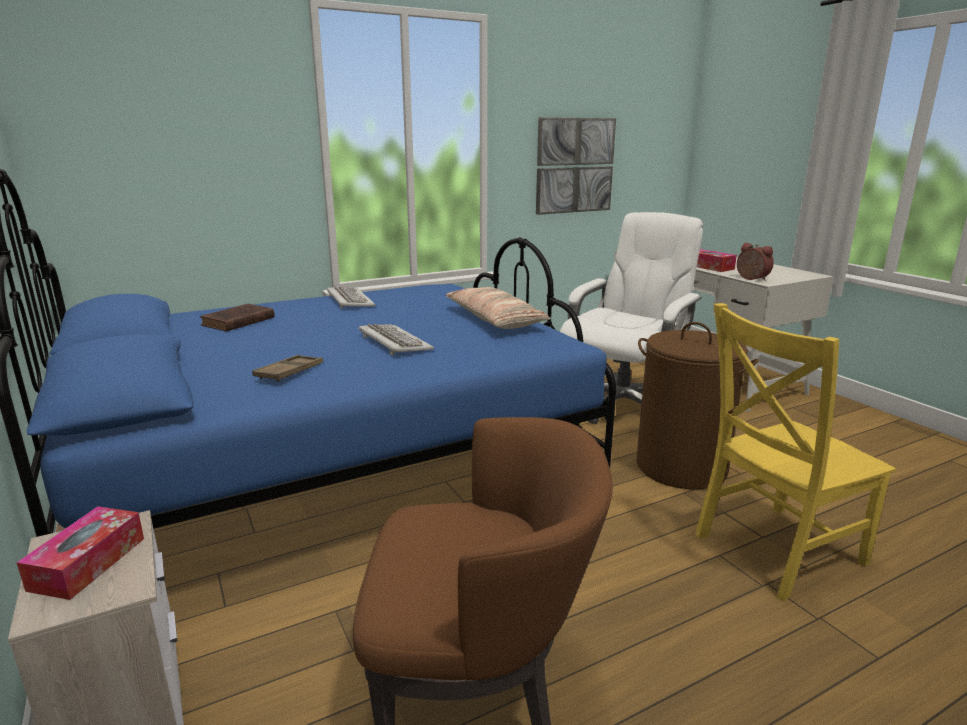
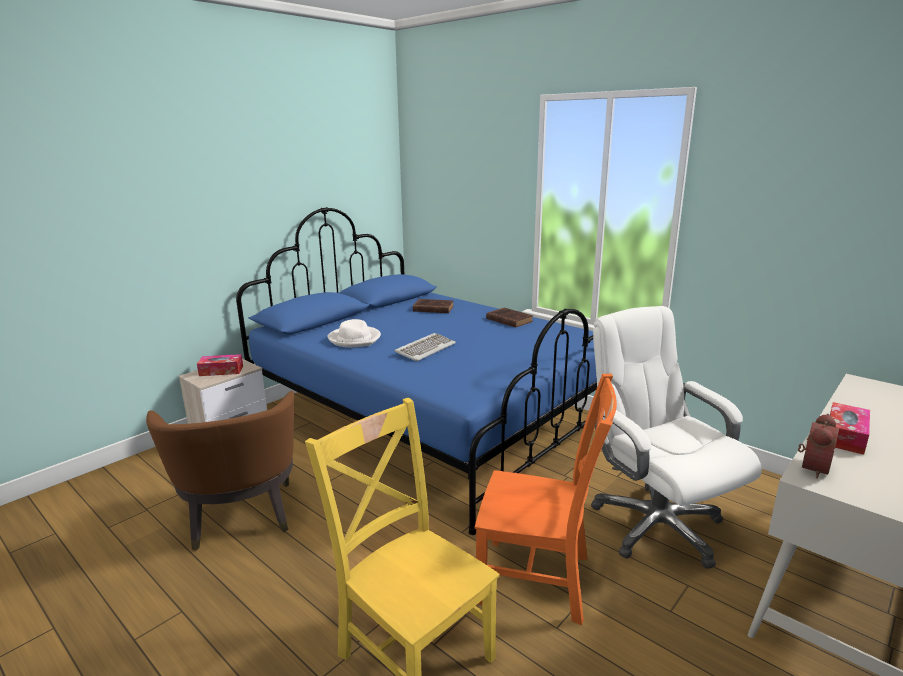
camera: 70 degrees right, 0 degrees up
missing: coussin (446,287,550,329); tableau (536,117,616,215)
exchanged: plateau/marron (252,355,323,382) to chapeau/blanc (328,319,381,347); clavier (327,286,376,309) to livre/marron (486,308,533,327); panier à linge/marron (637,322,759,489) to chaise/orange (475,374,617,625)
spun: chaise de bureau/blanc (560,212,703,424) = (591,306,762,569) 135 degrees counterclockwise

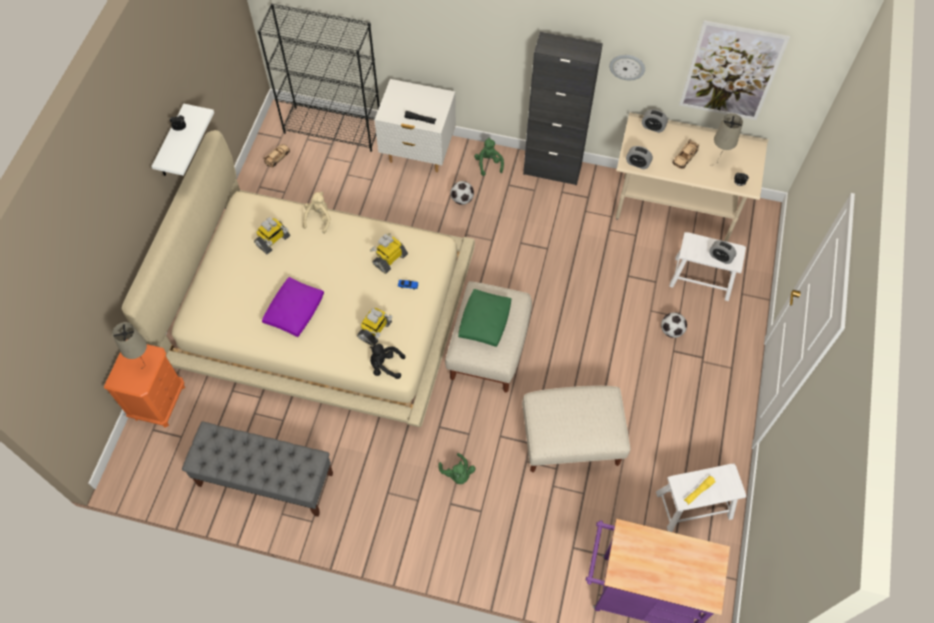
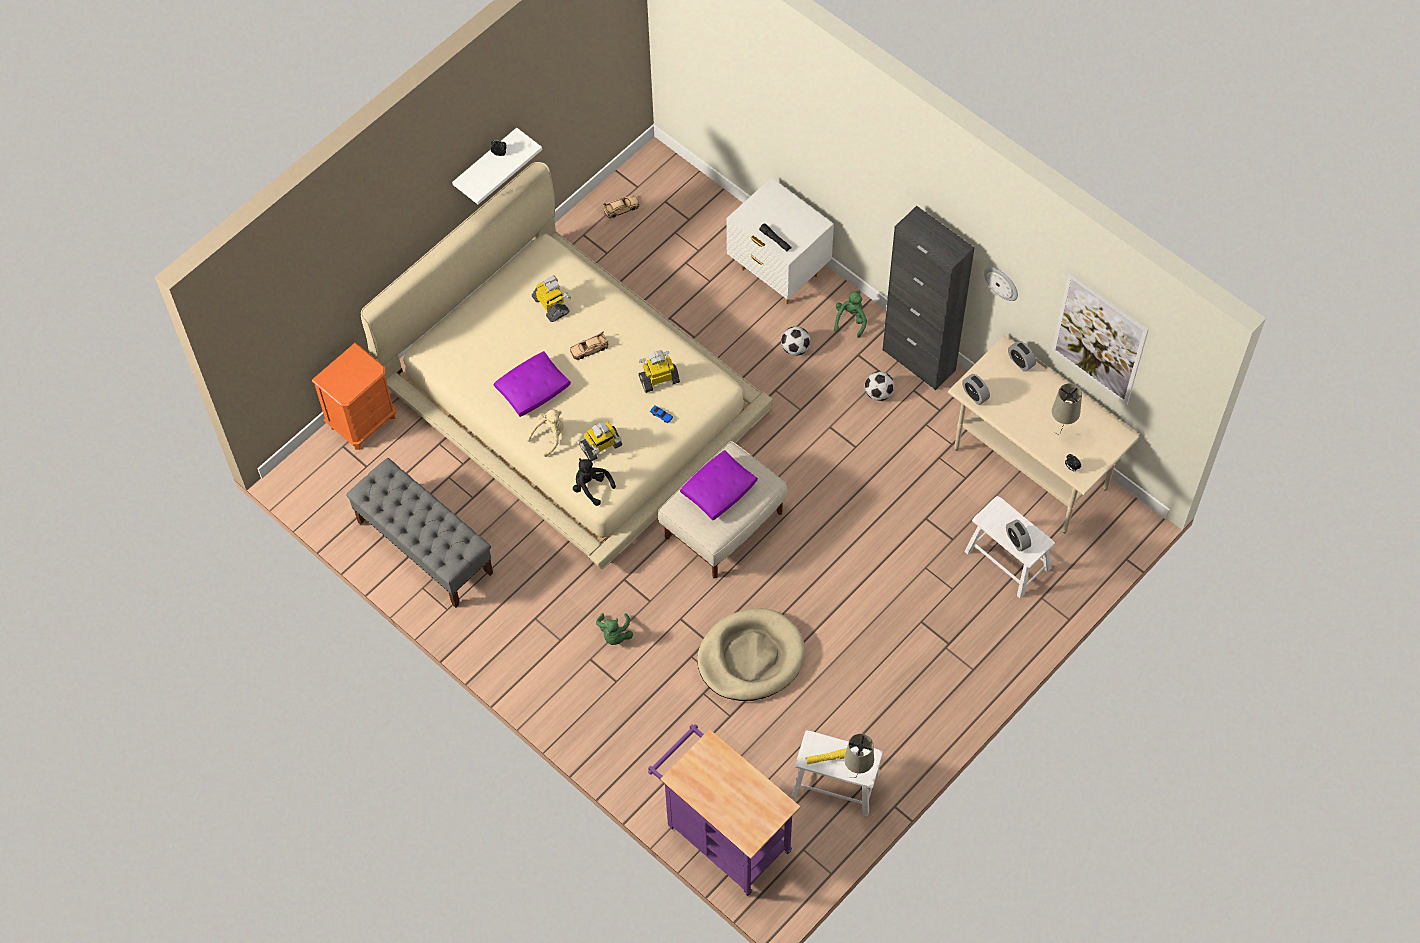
camera: 30 degrees right, 0 degrees up
missing: bibliothèque/noir (258,3,380,152)
relocated: lampe de table/beige (112,322,147,369) to (844,733,874,778); peluche/beige (303,192,331,234) to (527,409,564,457); ballon de foot (661,312,687,338) to (865,371,894,401); petite voiture/beige (672,139,699,169) to (570,331,608,360)
exchanged: pouf/beige (522,386,630,473) to panier pour chien/beige (697,608,805,701)
colour: coussin/vert (458,289,511,347) to coussin/violet (680,450,758,520)
spun: robot jouet (254,217,290,254) = (532,275,571,322) 105 degrees counterclockwise

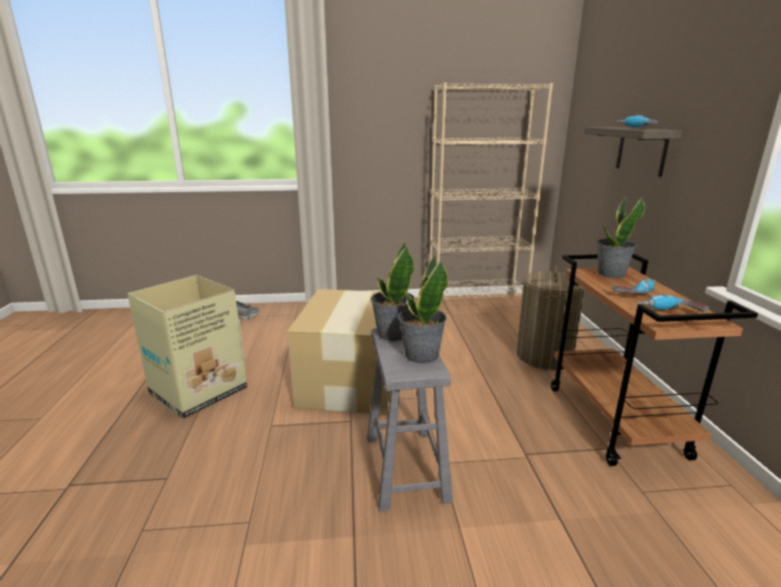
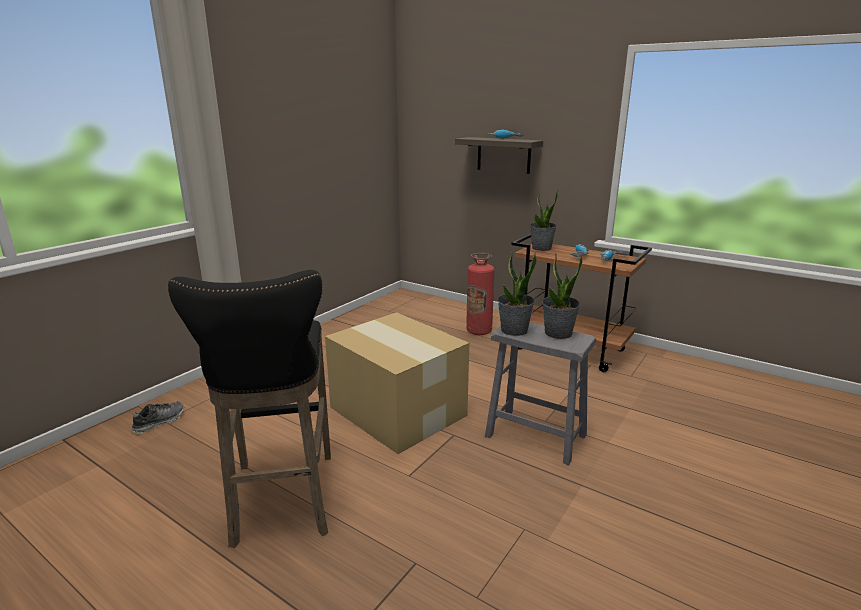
camera: 50 degrees left, 0 degrees up
missing: bibliothèque/beige (429,82,553,299)
exchanged: carton (127,275,247,419) to tabouret/noir (168,270,331,548); panier à linge (516,266,585,370) to extincteur (466,253,495,335)

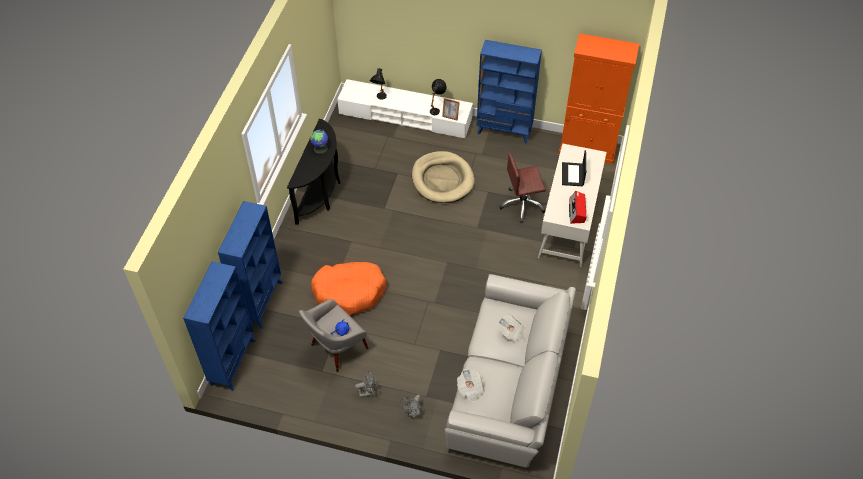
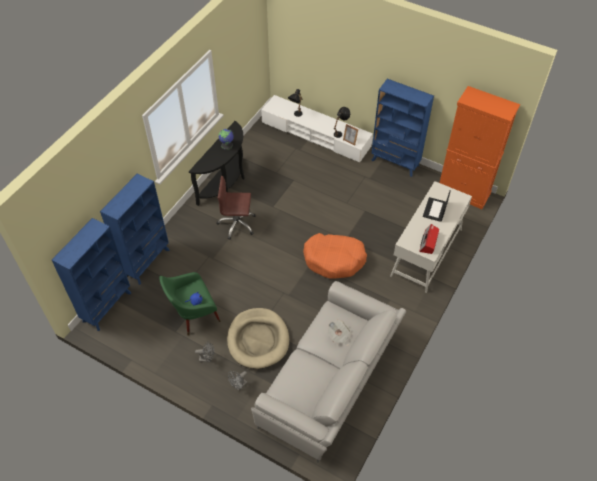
camera: 15 degrees right, 0 degrees up
missing: journal (457,369,485,403)
relocated: panier pour chien/orange (311,262,386,315) to (303,233,367,279); panier pour chien/beige (412,151,475,203) to (227,308,289,369); chaise de bureau/marron (499,152,546,223) to (216,176,256,239)
colour: fauteuil/gris (299,299,368,372) to fauteuil/vert (159,272,220,336)

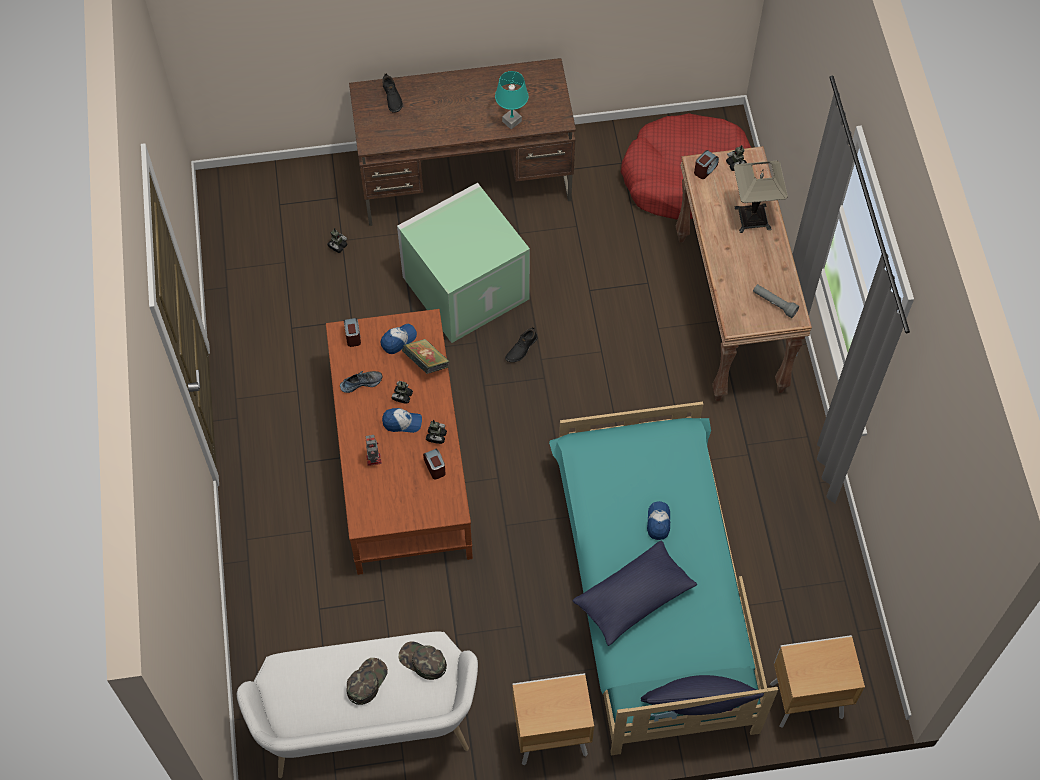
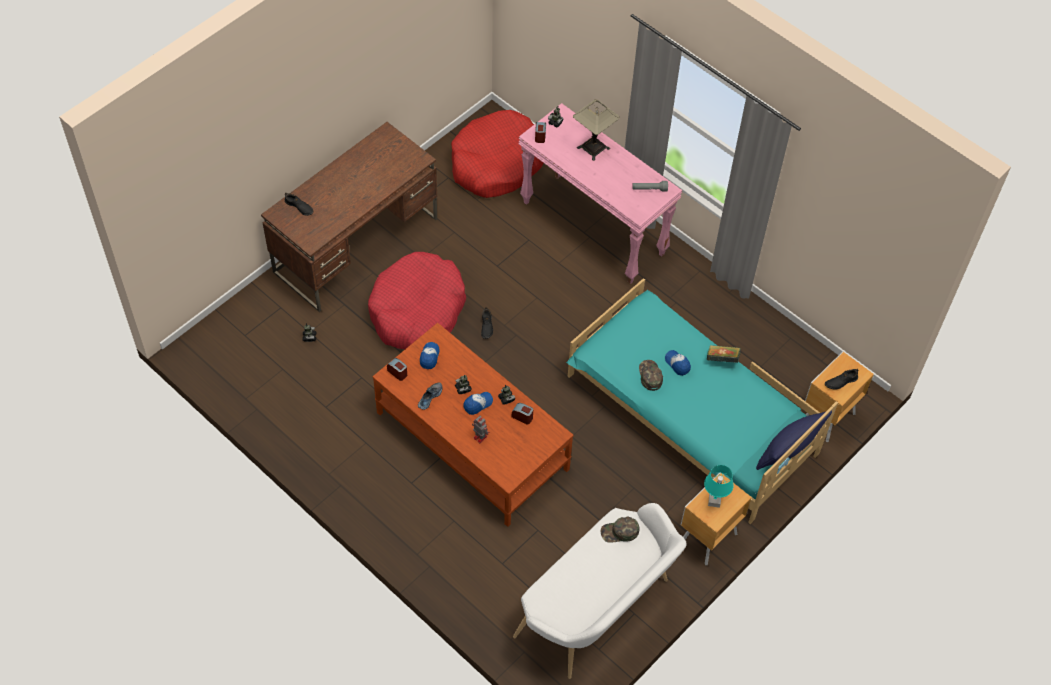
camera: 40 degrees left, 5 degrees down
missing: coussin/bleu (573,540,697,646)
appeared: chaussure/noir (825,369,859,390)
relocated: casquette/vert (346,658,388,705) to (639,360,663,391); livre (402,339,450,374) to (707,345,741,363); lampe de table/turquoise (495,71,529,129) to (704,465,734,508)
exchanged: boîte de rangement/vert (397,183,530,343) to panier pour chien/rouge (368,252,466,349)
colour: table console/marron (676,146,812,401) to table console/rose (519,103,682,284)

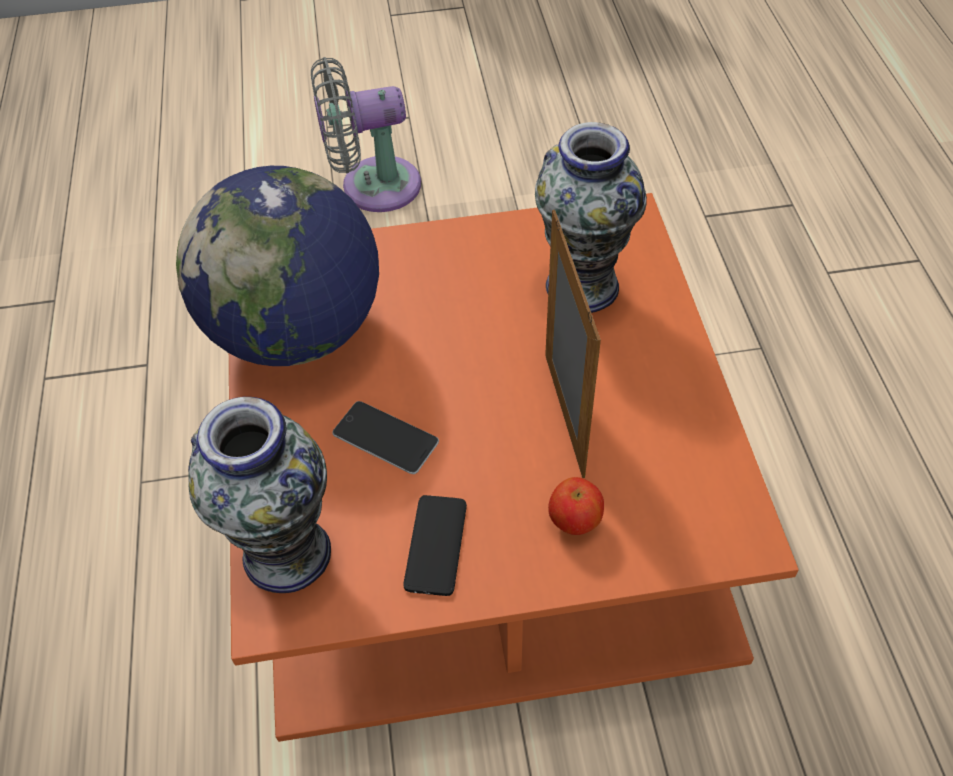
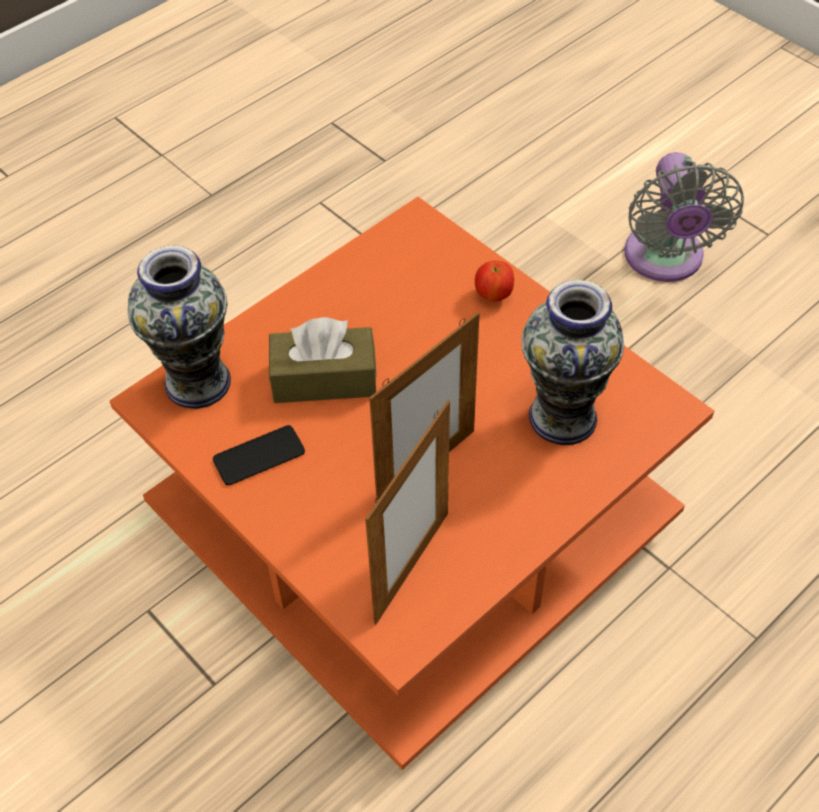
camera: 55 degrees right, 0 degrees up
missing: globe (176,166,379,366)
appeared: cadre photo (365,400,450,624)
relocated: pomme (548,477,604,535) to (475,261,514,302)
exchanged: téléphone (332,401,439,474) to boîte à mouchoirs/marron (269,317,377,403)
spun: ventilateur/gris (311,57,421,212) = (625,152,744,282) 135 degrees counterclockwise

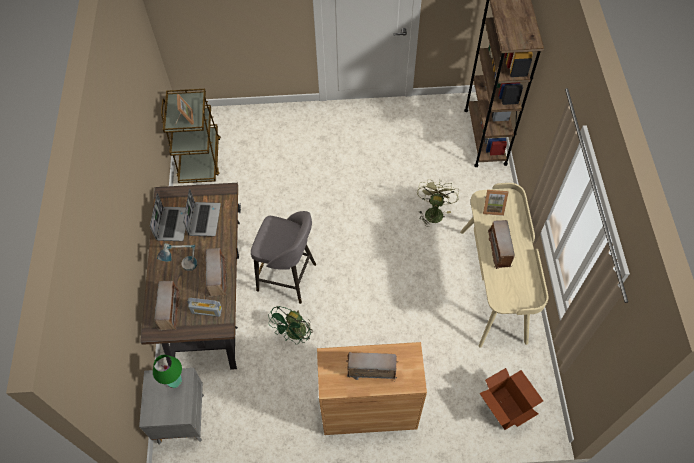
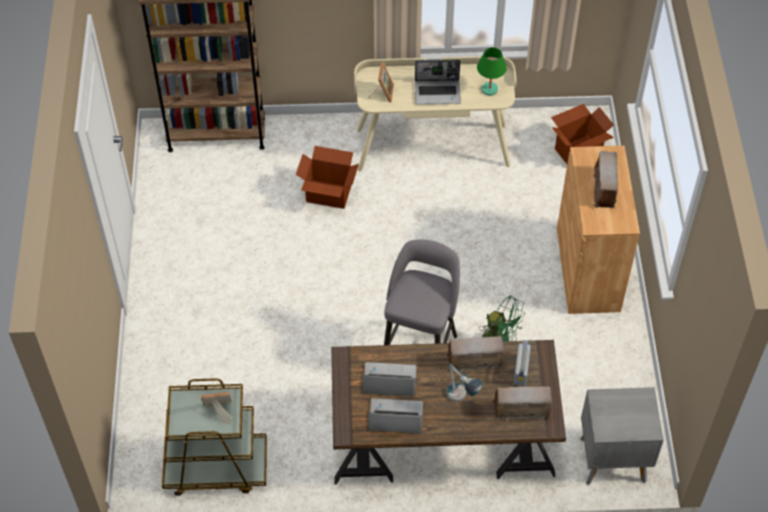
camera: 90 degrees left, 5 degrees down
relocated: lampe de table/vert (153,355,182,388) to (477,47,507,96)
exchanged: ventilateur/vert (417,179,459,227) to carton (296,146,359,209); radio (488,220,515,269) to ordinateur portable (415,60,461,104)

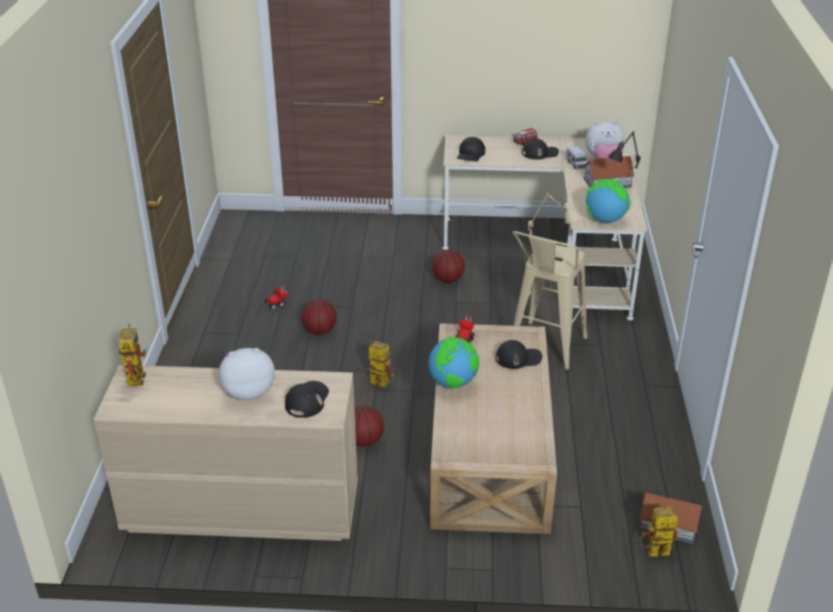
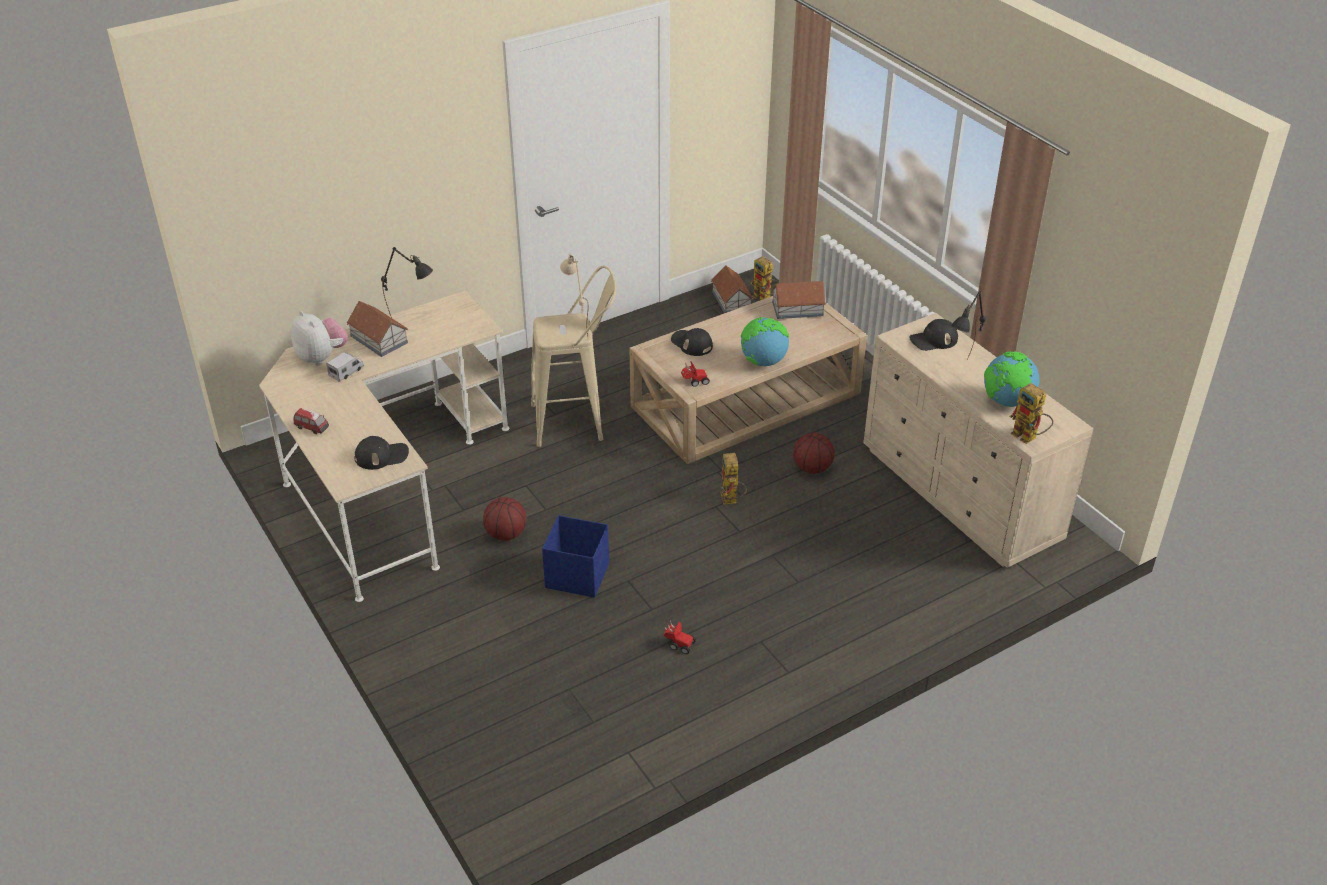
camera: 125 degrees left, 5 degrees up
missing: ballon de basket (301,300,337,335); casquette/noir (522,139,559,160)
appeared: boîte de rangement/bleu (542,515,609,597); maison miniature (772,281,826,319)
relocated: globe (585,179,631,223) to (984,351,1039,407)
exchanged: peluche (219,348,275,401) to lampe de table/noir (951,291,986,360)
spun: robot jouet (119,323,147,387) = (1010,383,1053,444) 90 degrees counterclockwise

